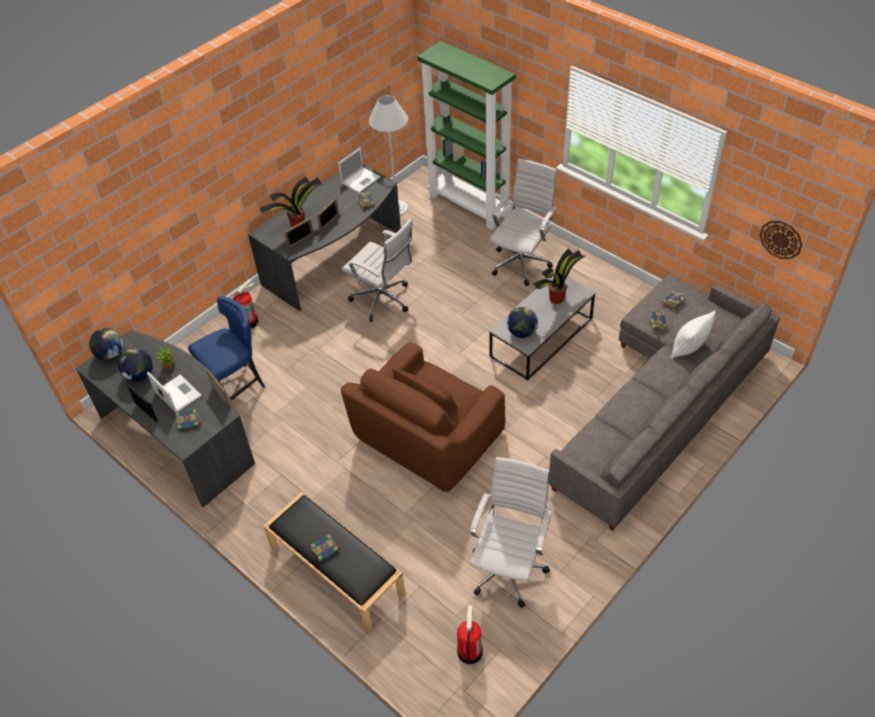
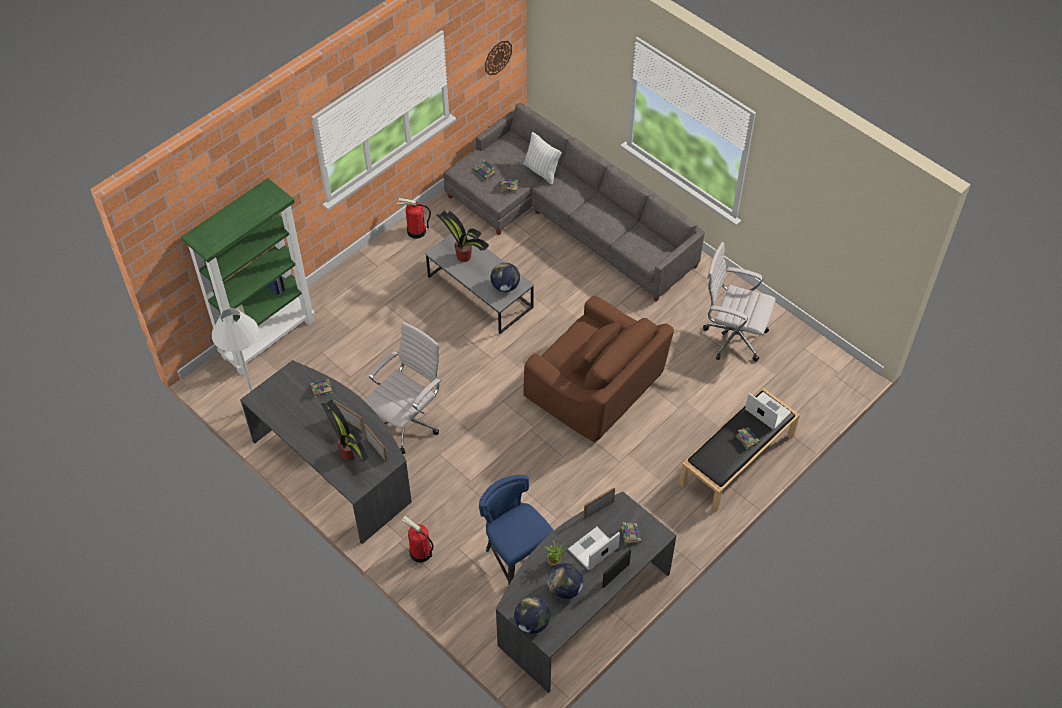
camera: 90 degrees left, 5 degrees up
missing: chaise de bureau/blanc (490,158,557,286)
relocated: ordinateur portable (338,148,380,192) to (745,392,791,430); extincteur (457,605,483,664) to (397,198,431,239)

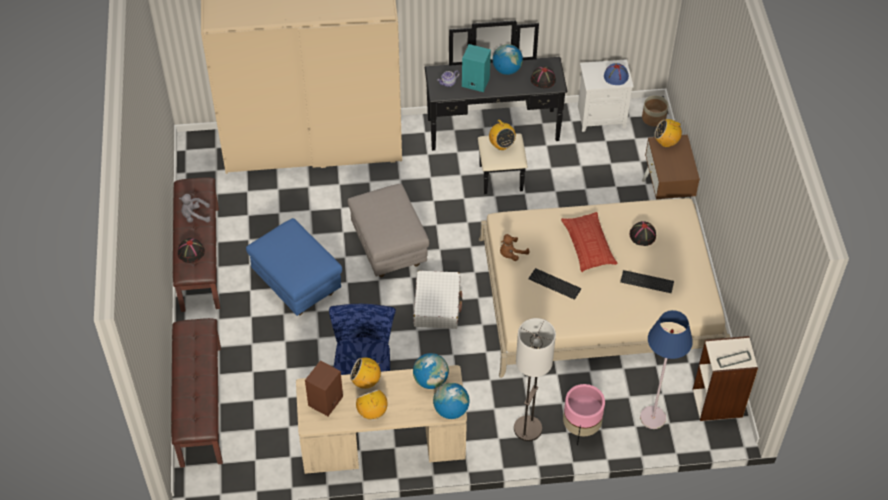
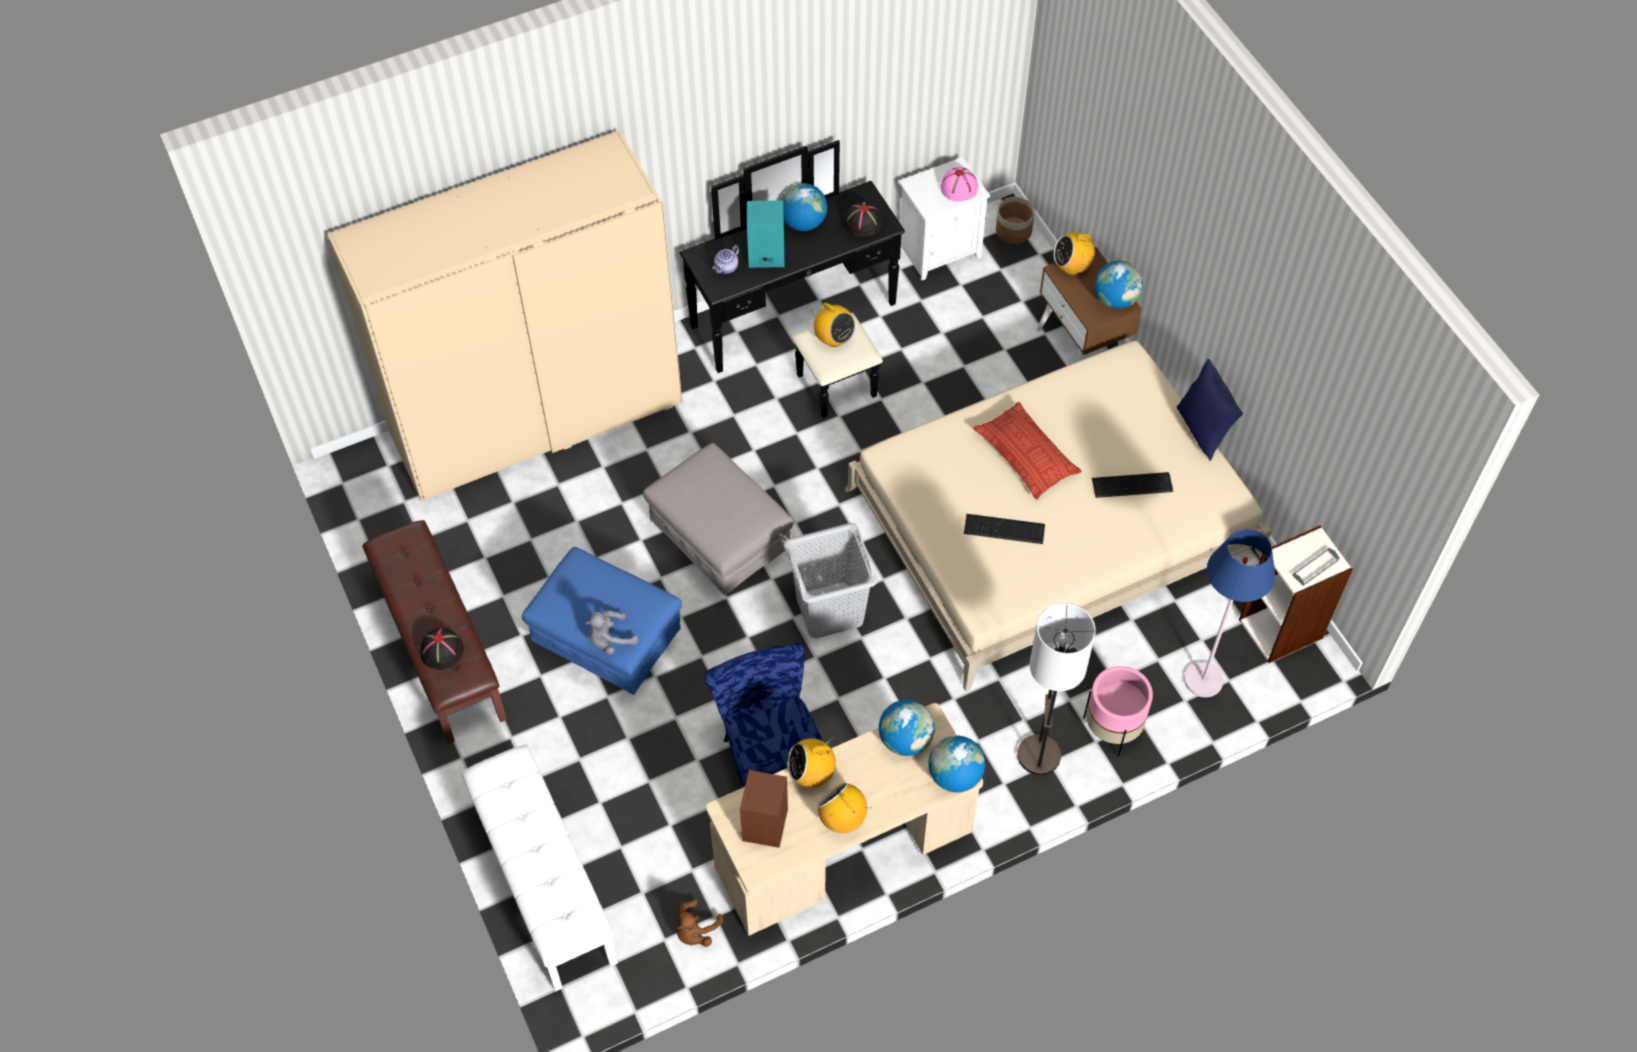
camera: 20 degrees left, 5 degrees up
missing: chapeau/noir (630,221,656,246)
appeared: globe (1095,261,1143,309); coussin/bleu (1177,359,1243,461)
relocated: peluche/gris (179,194,210,223) to (586,611,638,655); peluche/marron (500,234,529,261) to (677,899,724,947)
exchanged: valise/blanc (413,270,463,329) to panier à linge/gris (784,523,877,639)
colour: banc/marron (171,318,223,468) to banc/blanc (461,745,618,992); chapeau/bleu (604,63,629,85) to chapeau/rose (940,167,978,202)

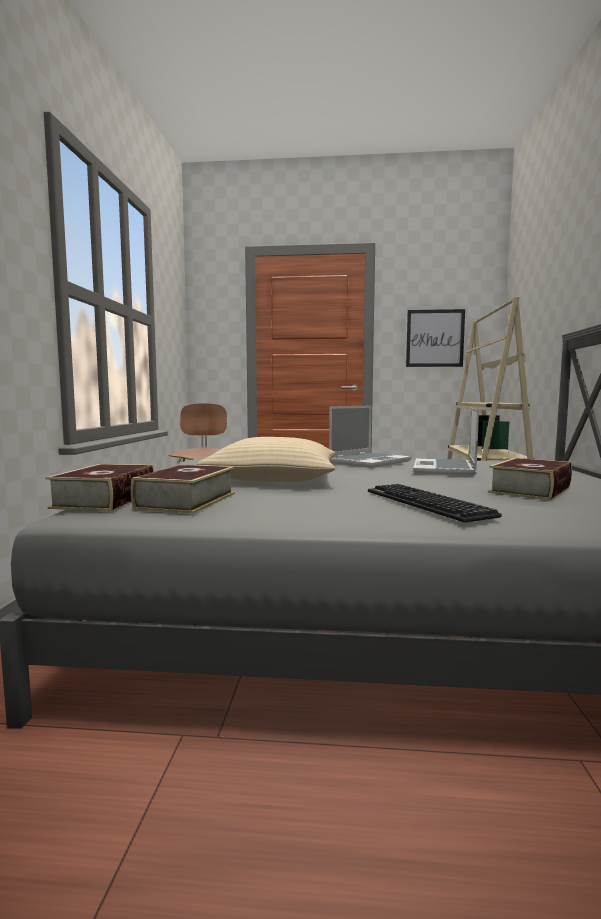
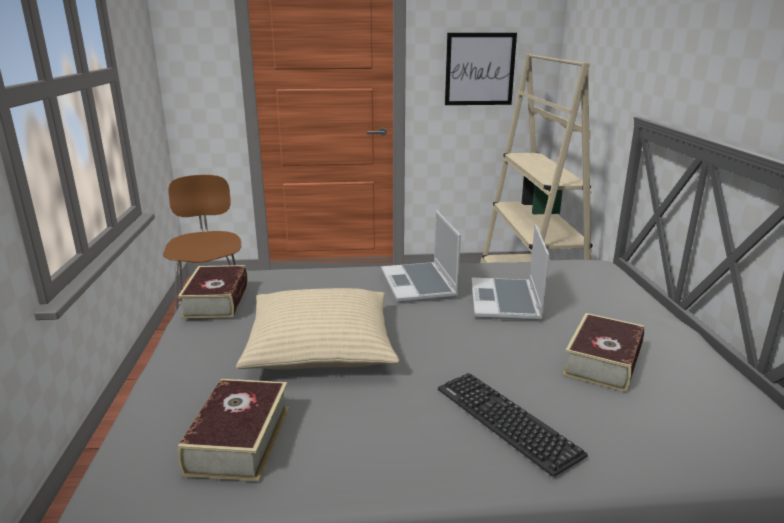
camera: 10 degrees left, 15 degrees up
relocated: livre (46,464,155,511) to (178,265,248,318)
spun: ordinateur portable (329,406,411,468) = (381,210,461,303) 135 degrees clockwise

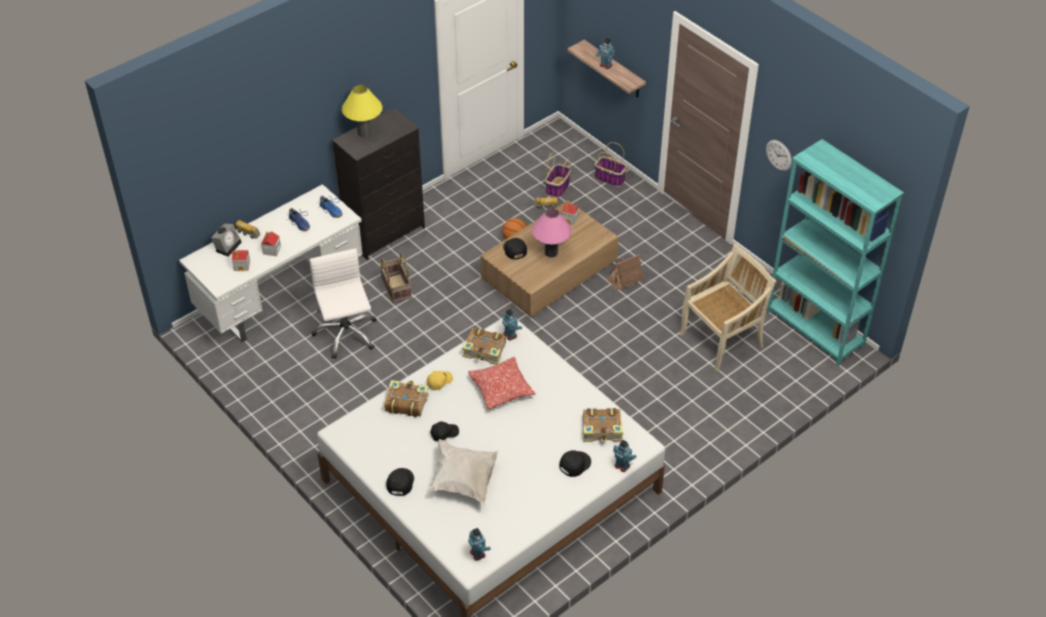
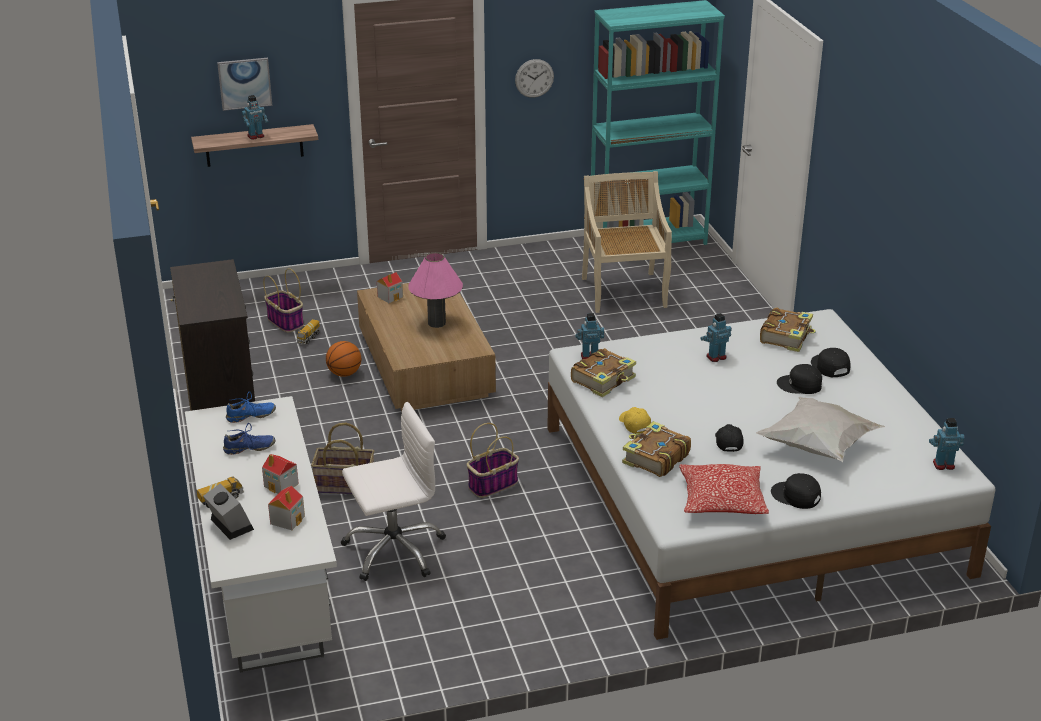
camera: 65 degrees left, 15 degrees down
missing: lampe de table/jaune (342,85,383,137); maison miniature (606,255,644,291)
appeared: tableau (217,58,272,111)
relocated: coussin (468,357,535,409) to (679,464,769,514); casquette/noir (503,238,527,259) to (777,364,822,394); panier (595,142,627,187) to (467,423,519,498); robot jouet (613,440,637,472) to (701,313,732,362)
spun: chaise de bureau/blanc (309,248,377,359) = (341,402,446,581) 150 degrees clockwise

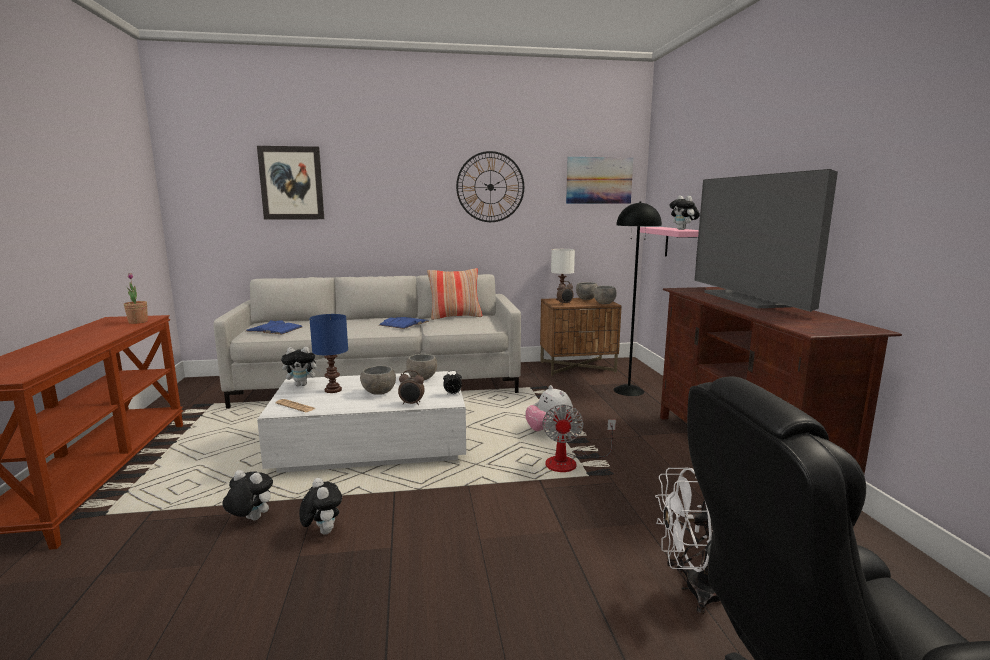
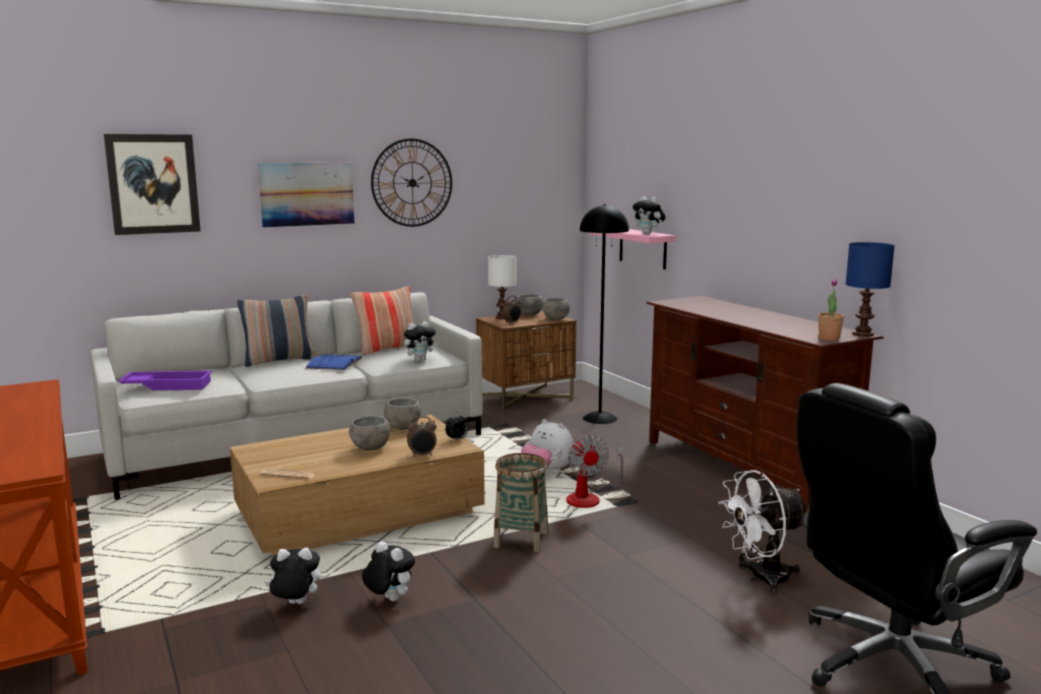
camera: 20 degrees left, 0 degrees up
missing: téléviseur (694,169,838,312)
appeared: coussin (237,295,316,367); panier (493,453,548,552)
relocated: plante en pot (124,273,148,324) to (818,279,844,341); peluche (281,347,321,386) to (404,321,437,361); lampe de table/bleu (309,314,348,393) to (846,242,895,337); tableau (566,157,633,204) to (258,163,354,227)
exchanged: livre/bleu (246,320,302,334) to plateau/violet (118,371,212,391)
colour: table basse/blanc (257,371,466,473) to table basse/marron (230,415,485,556)

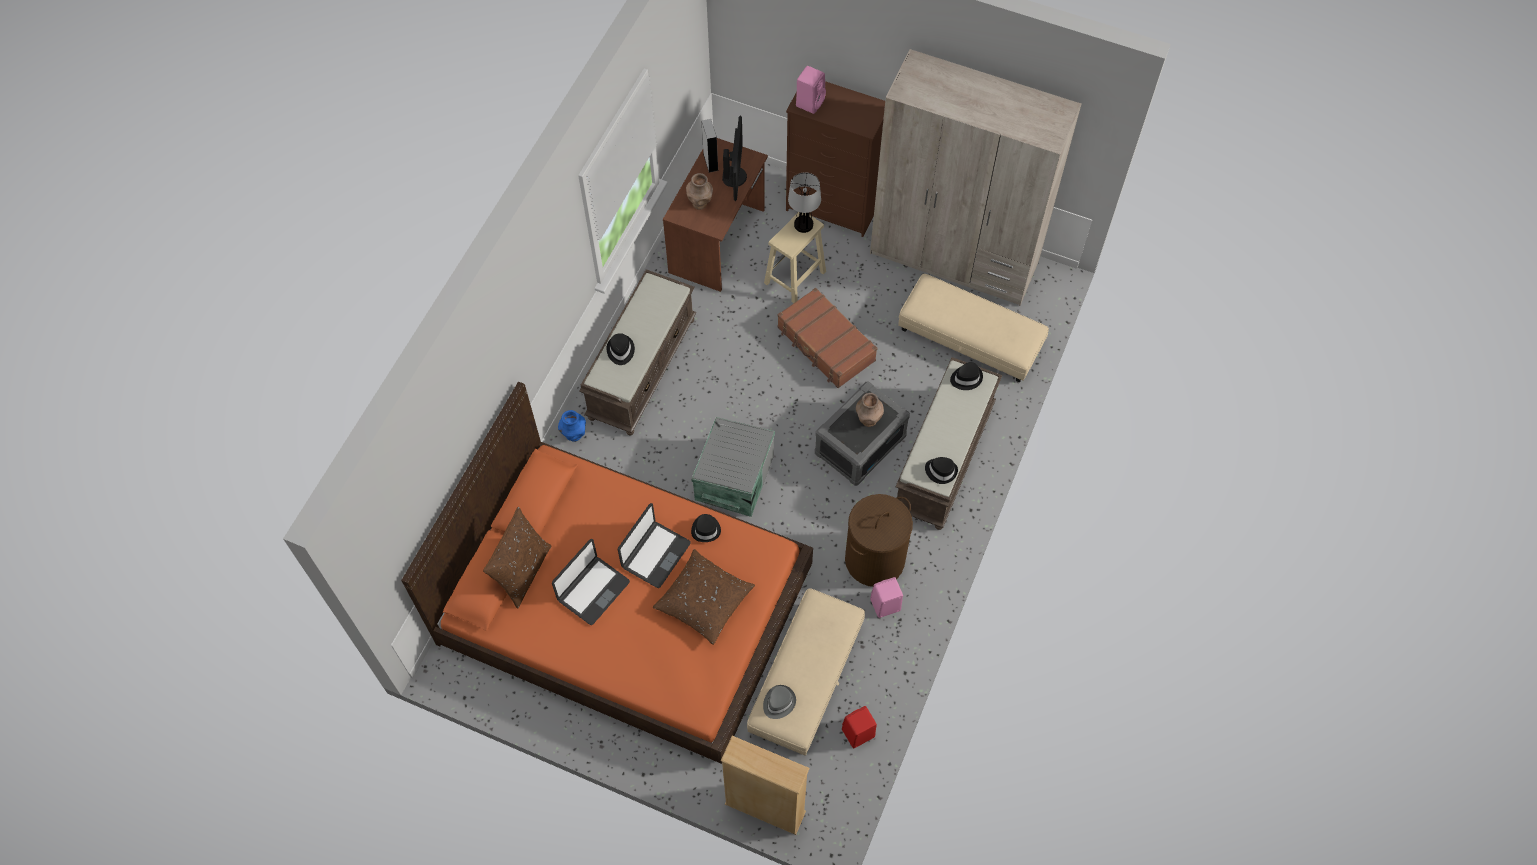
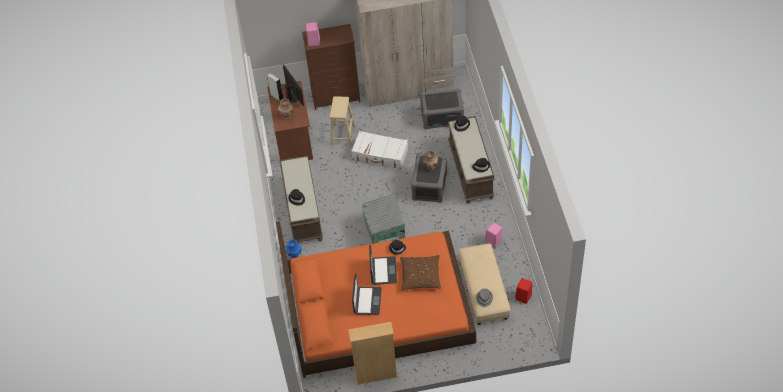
camera: 30 degrees left, 10 degrees down
missing: coussin/marron (483,507,551,609); lampe de table (788,172,821,233); panier à linge/marron (845,494,913,587)
relocated: bibliothèque/beige (721,736,810,835) to (348,322,398,385)
exchanged: pouf/beige (898,274,1049,382) to boîte de rangement/gris (420,89,464,129)
colour: valise/marron (778,288,877,388) to valise/blanc (351,131,409,169)

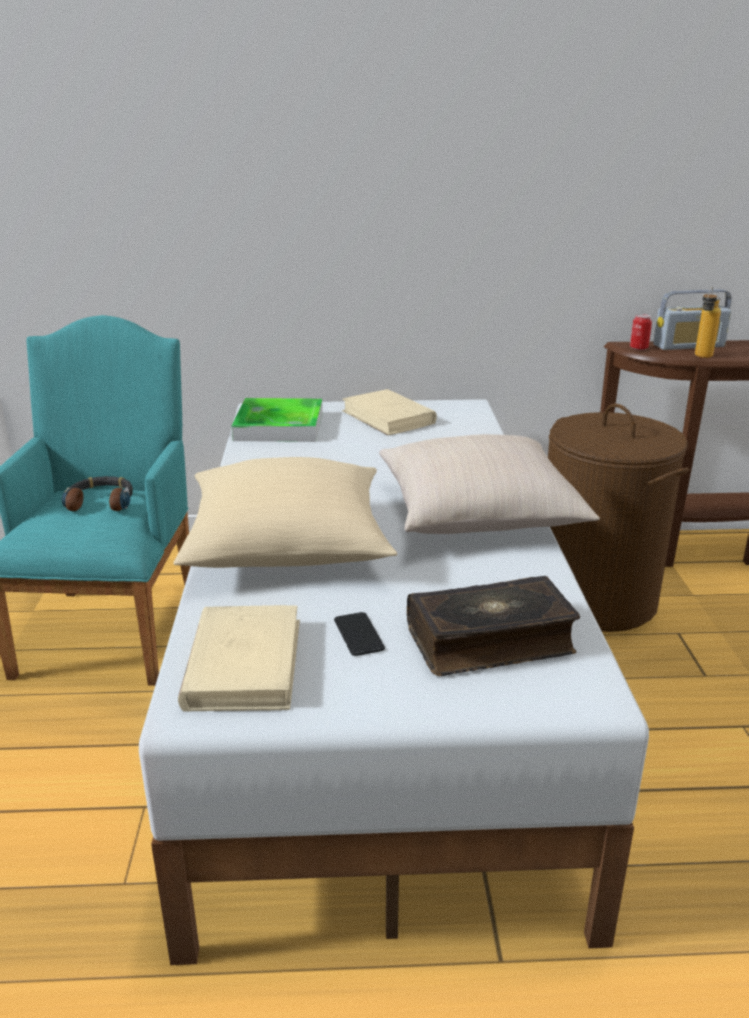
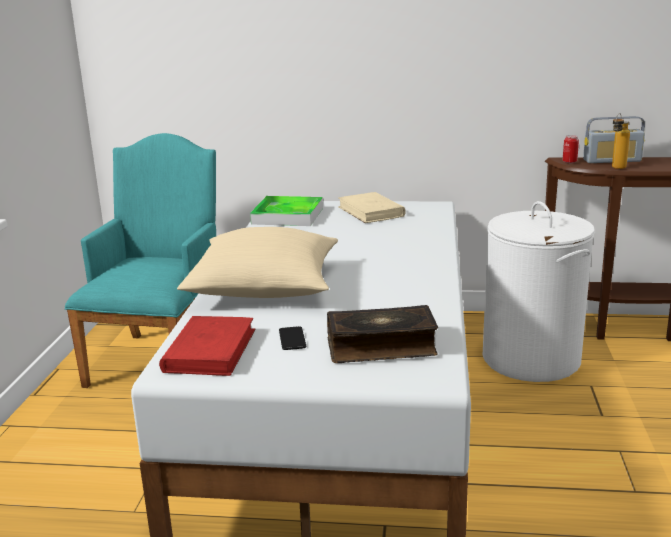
camera: 10 degrees right, 5 degrees down
missing: casque audio (62,476,133,511); coussin/beige (379,434,600,534)
colour: livre/beige (178,605,300,711) to livre/rouge (159,316,256,376); panier à linge/marron (548,403,689,632) to panier à linge/blanc (483,201,595,382)

